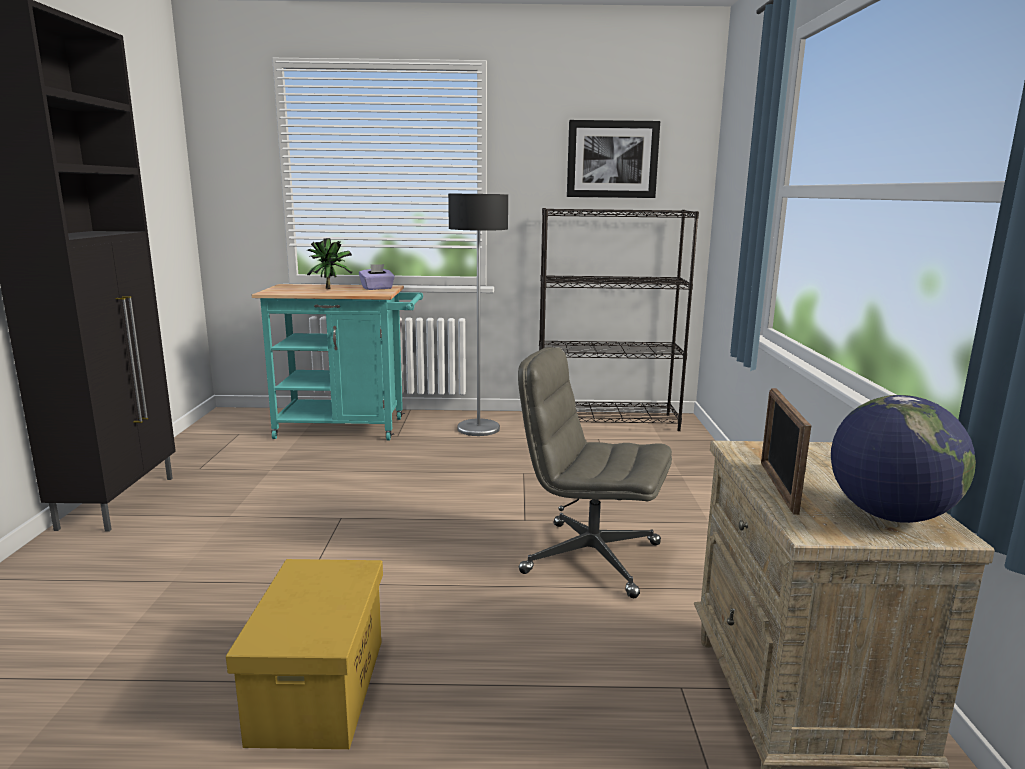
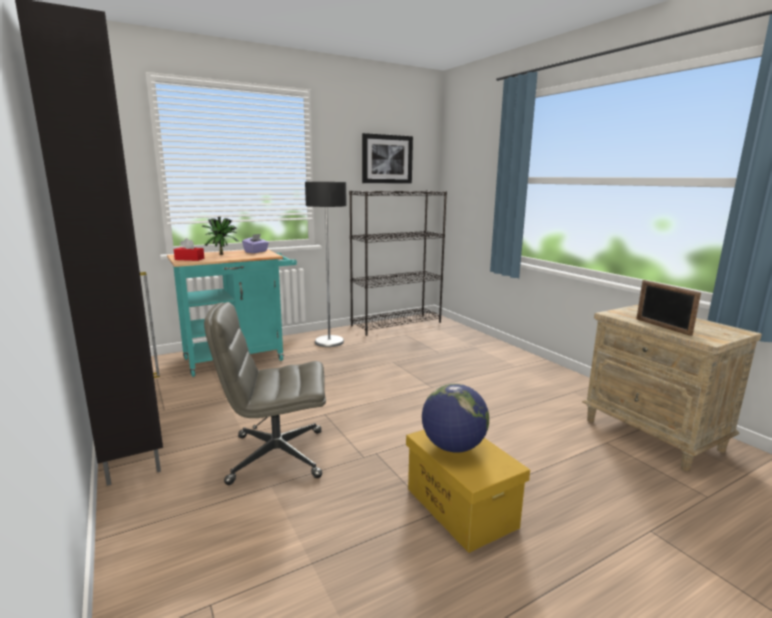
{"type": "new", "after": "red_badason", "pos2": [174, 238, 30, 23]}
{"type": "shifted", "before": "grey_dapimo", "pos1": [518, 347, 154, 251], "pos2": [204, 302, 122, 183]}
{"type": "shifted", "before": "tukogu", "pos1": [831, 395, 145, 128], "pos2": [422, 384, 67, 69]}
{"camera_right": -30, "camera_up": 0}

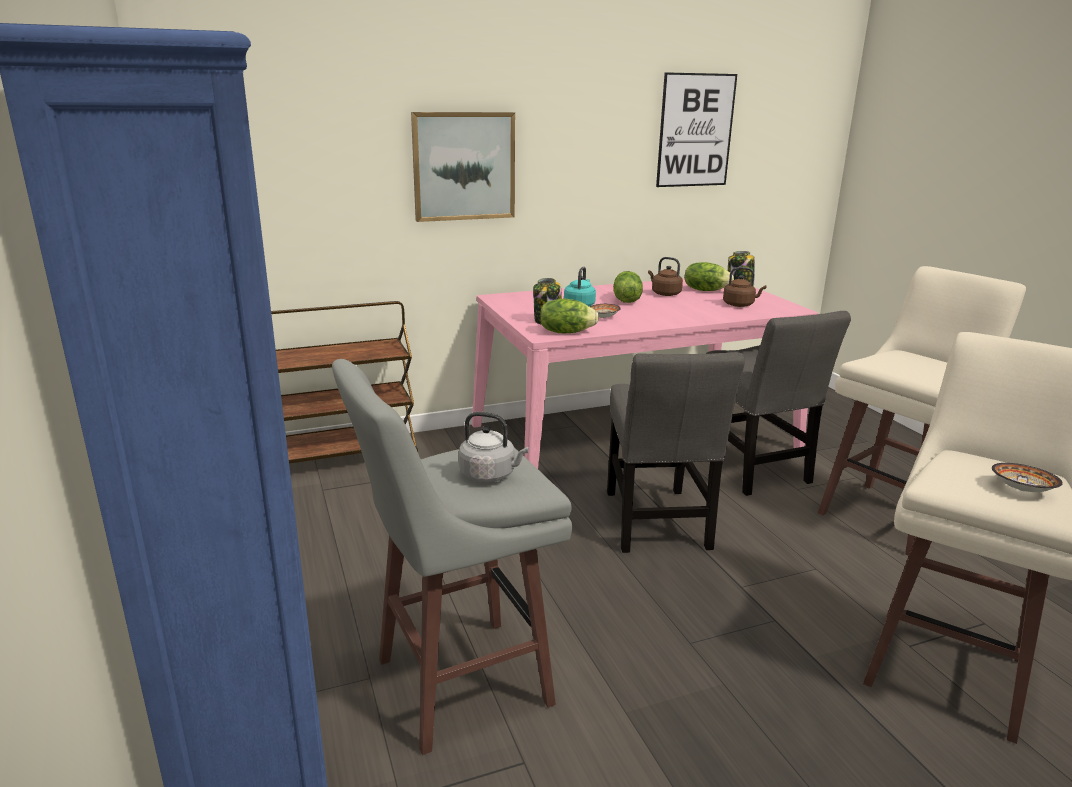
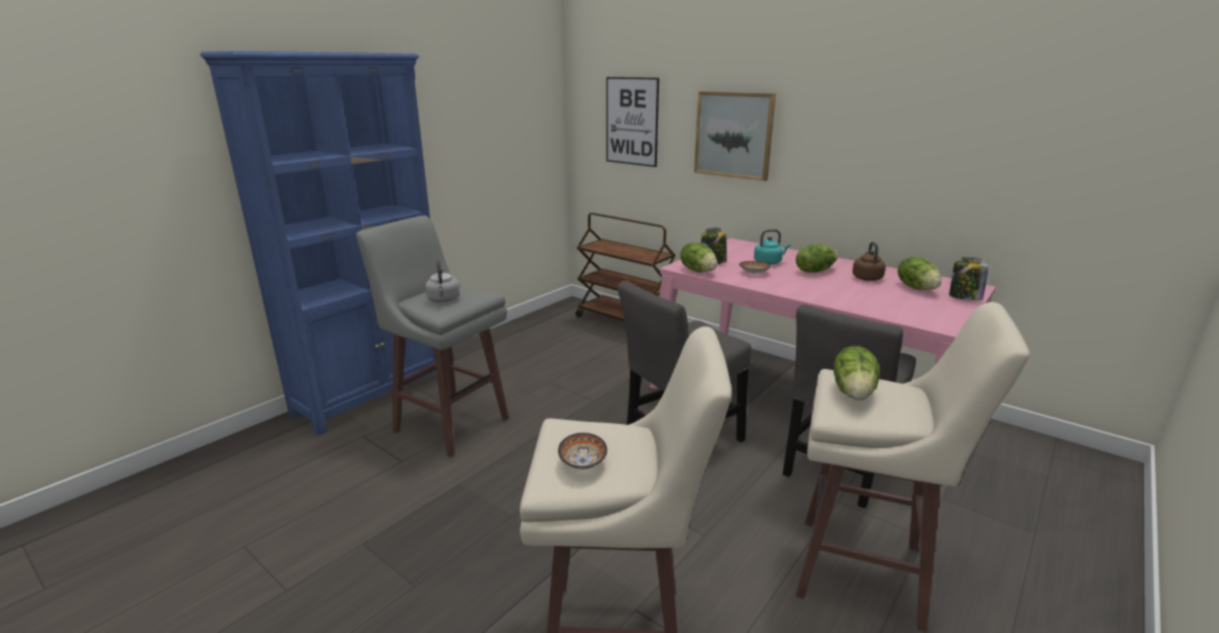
{"type": "shifted", "before": "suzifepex", "pos1": [656, 72, 81, 115], "pos2": [606, 77, 53, 90]}
{"type": "new", "after": "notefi", "pos2": [834, 346, 46, 54]}
{"type": "gone", "before": "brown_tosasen", "pos1": [723, 267, 43, 40]}
{"camera_right": 60, "camera_up": 0}

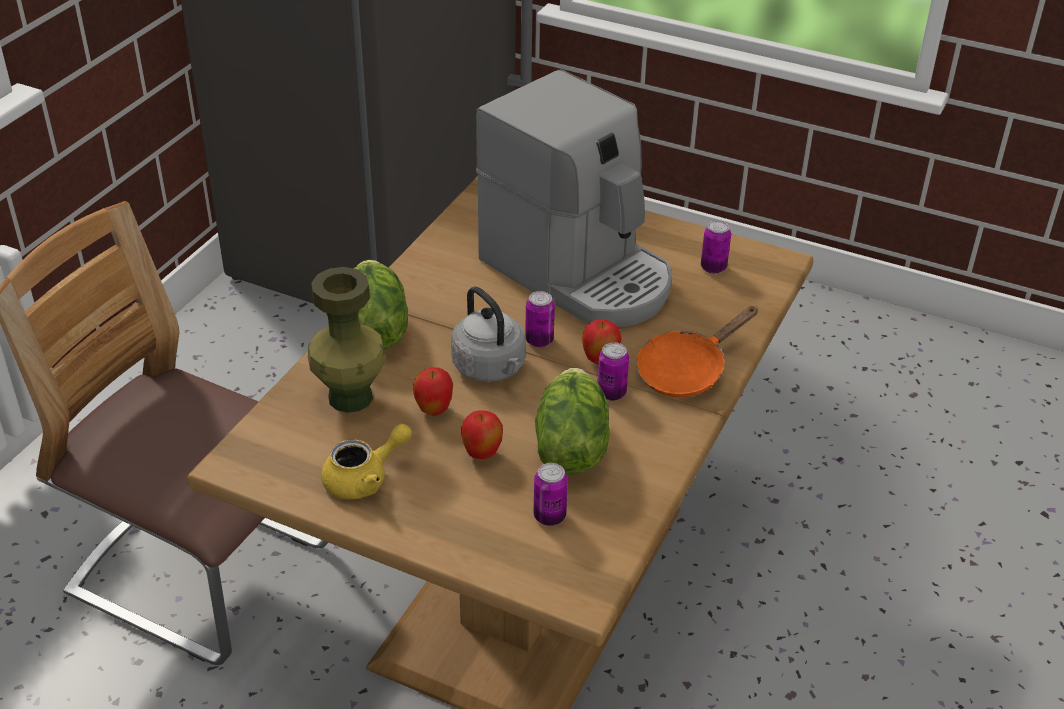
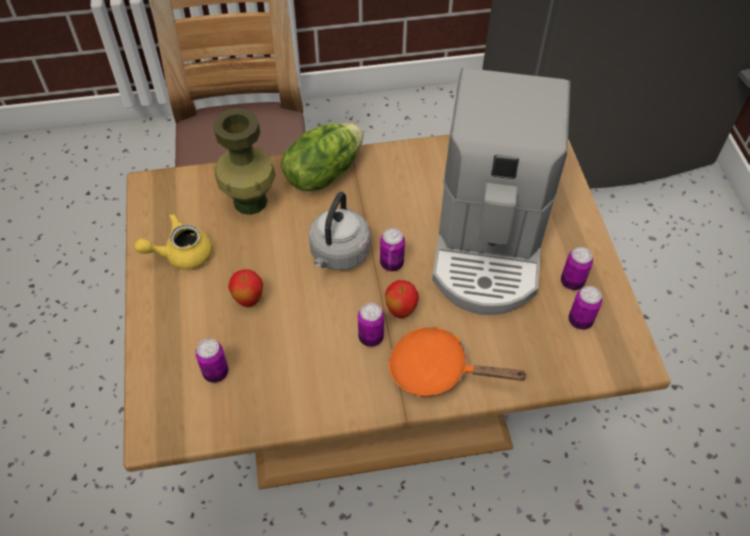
{"type": "rotated", "before": "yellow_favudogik", "pos1": [321, 424, 91, 75], "pos2": [135, 213, 78, 57], "turn": 135}
{"type": "new", "after": "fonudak", "pos2": [561, 247, 32, 43]}
{"type": "gone", "before": "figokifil", "pos1": [413, 367, 40, 49]}
{"type": "gone", "before": "notefi", "pos1": [535, 368, 75, 107]}
{"camera_right": 55, "camera_up": 15}

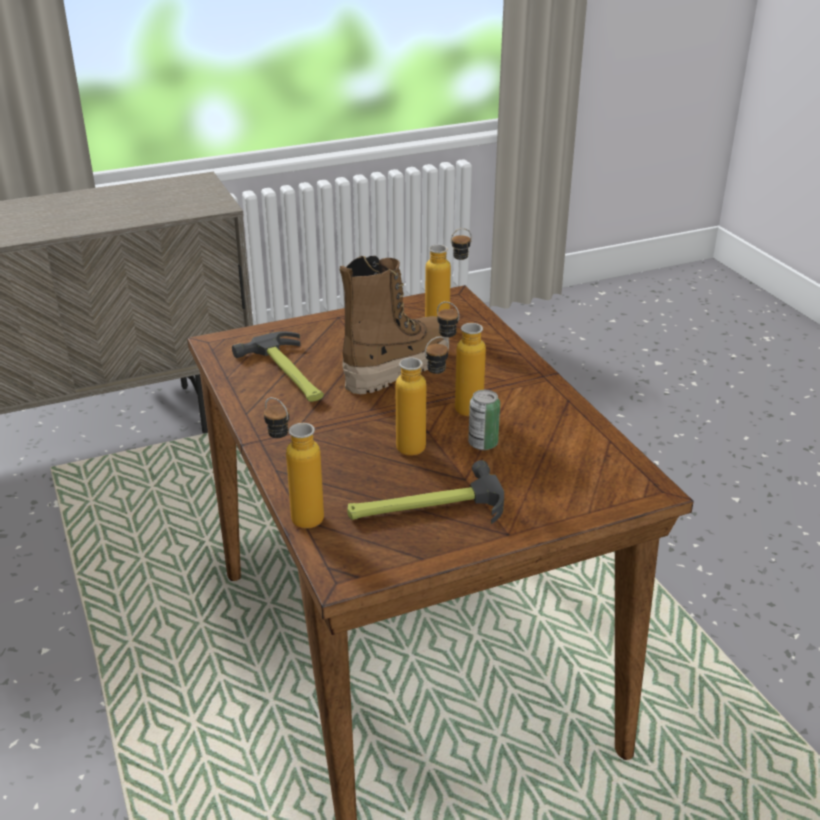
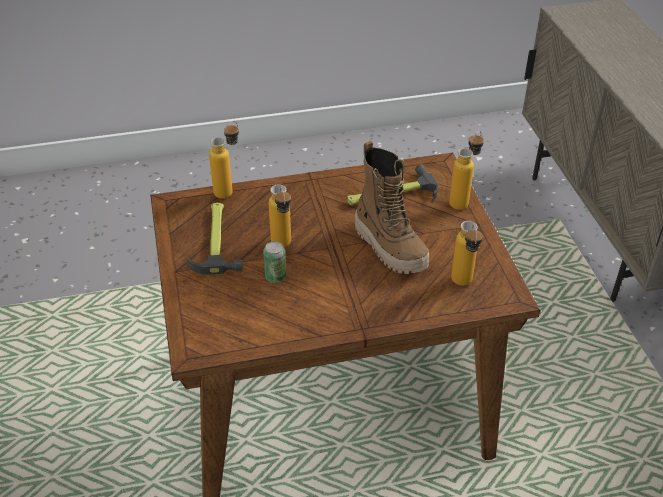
{"type": "shifted", "before": "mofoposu", "pos1": [437, 301, 49, 116], "pos2": [449, 131, 35, 79]}
{"camera_right": 100, "camera_up": 10}

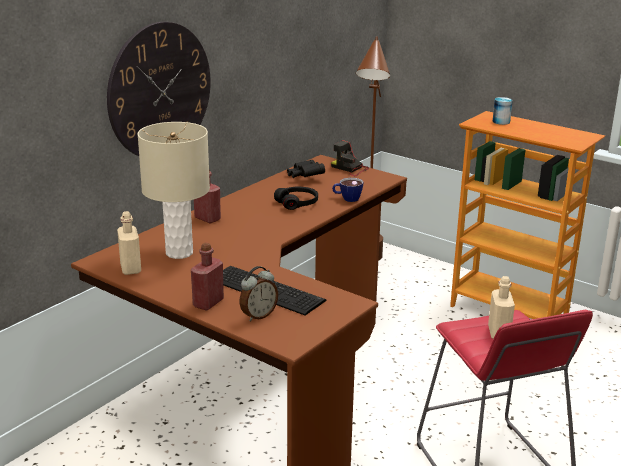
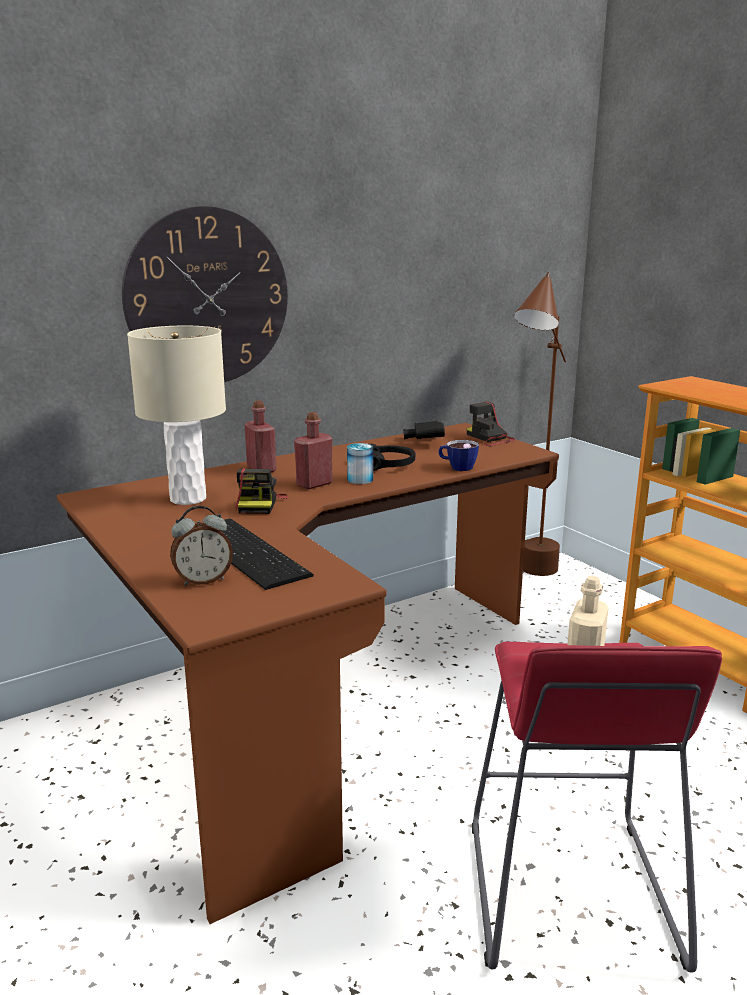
{"type": "new", "after": "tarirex", "pos2": [235, 468, 53, 46]}
{"type": "shifted", "before": "red_mofoposu", "pos1": [191, 243, 33, 68], "pos2": [294, 412, 39, 77]}
{"type": "shifted", "before": "fonudak", "pos1": [493, 97, 20, 28], "pos2": [347, 443, 26, 41]}
{"type": "gone", "before": "beige_mofoposu", "pos1": [117, 211, 24, 64]}
{"camera_right": 20, "camera_up": -5}

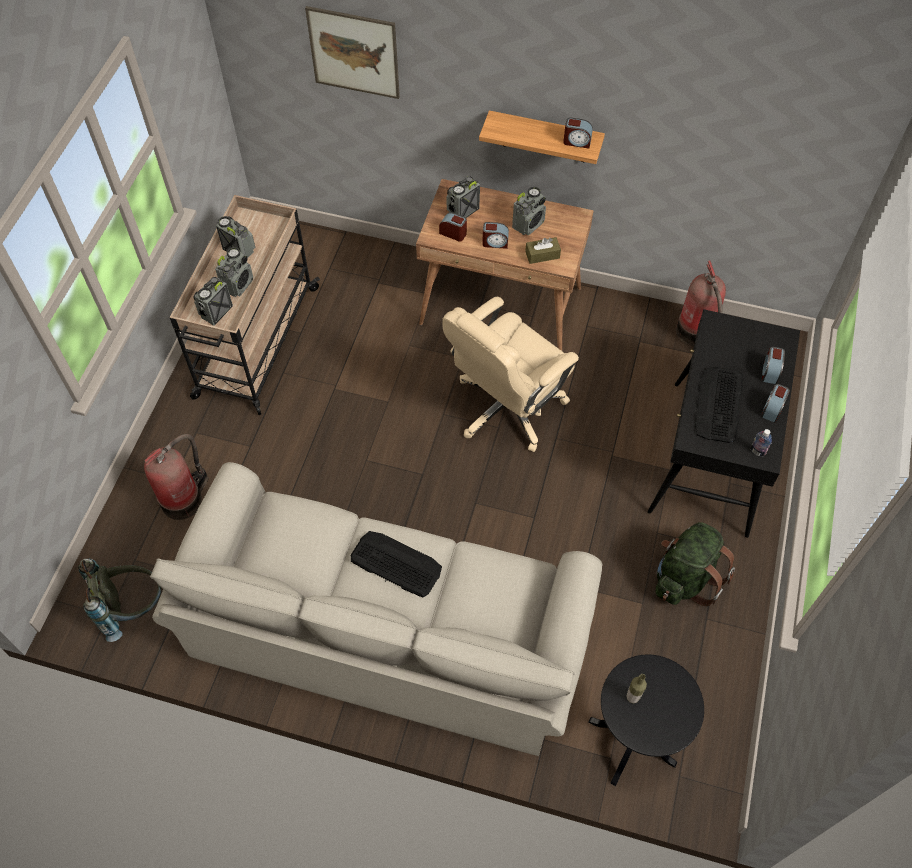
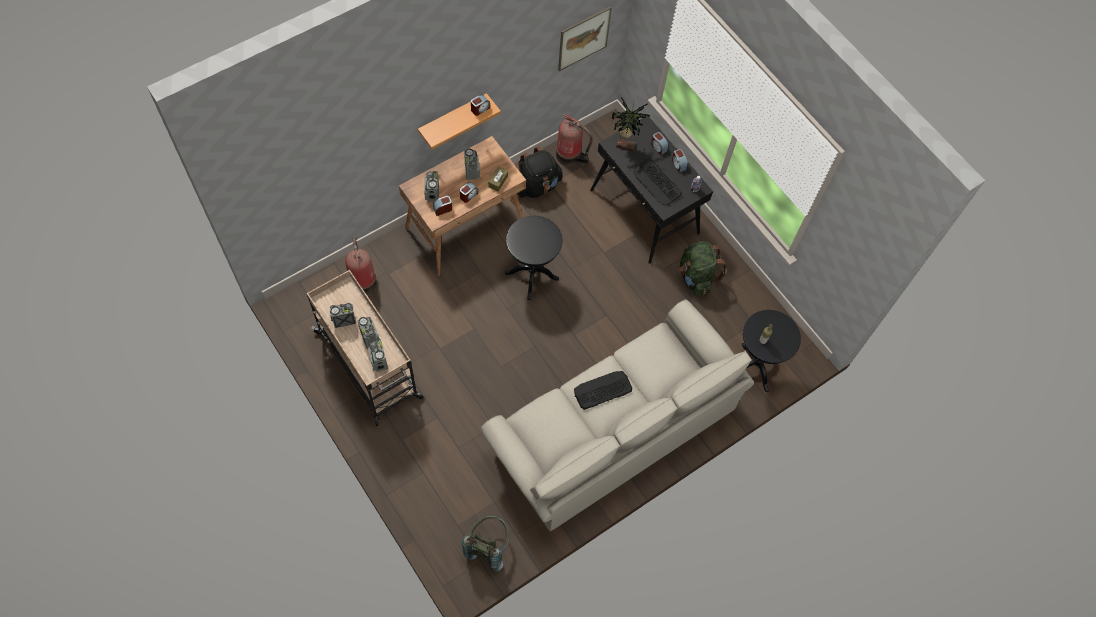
{"type": "shifted", "before": "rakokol", "pos1": [144, 434, 64, 86], "pos2": [345, 237, 32, 58]}
{"type": "swapped", "before": "beige_dapimo", "after": "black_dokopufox", "pos1": [442, 297, 137, 155], "pos2": [505, 216, 57, 84]}
{"type": "new", "after": "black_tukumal", "pos2": [517, 146, 45, 52]}
{"type": "shifted", "before": "suzifepex", "pos1": [305, 6, 95, 93], "pos2": [558, 6, 54, 65]}
{"type": "new", "after": "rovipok", "pos2": [612, 97, 38, 55]}
{"camera_right": -55, "camera_up": 5}

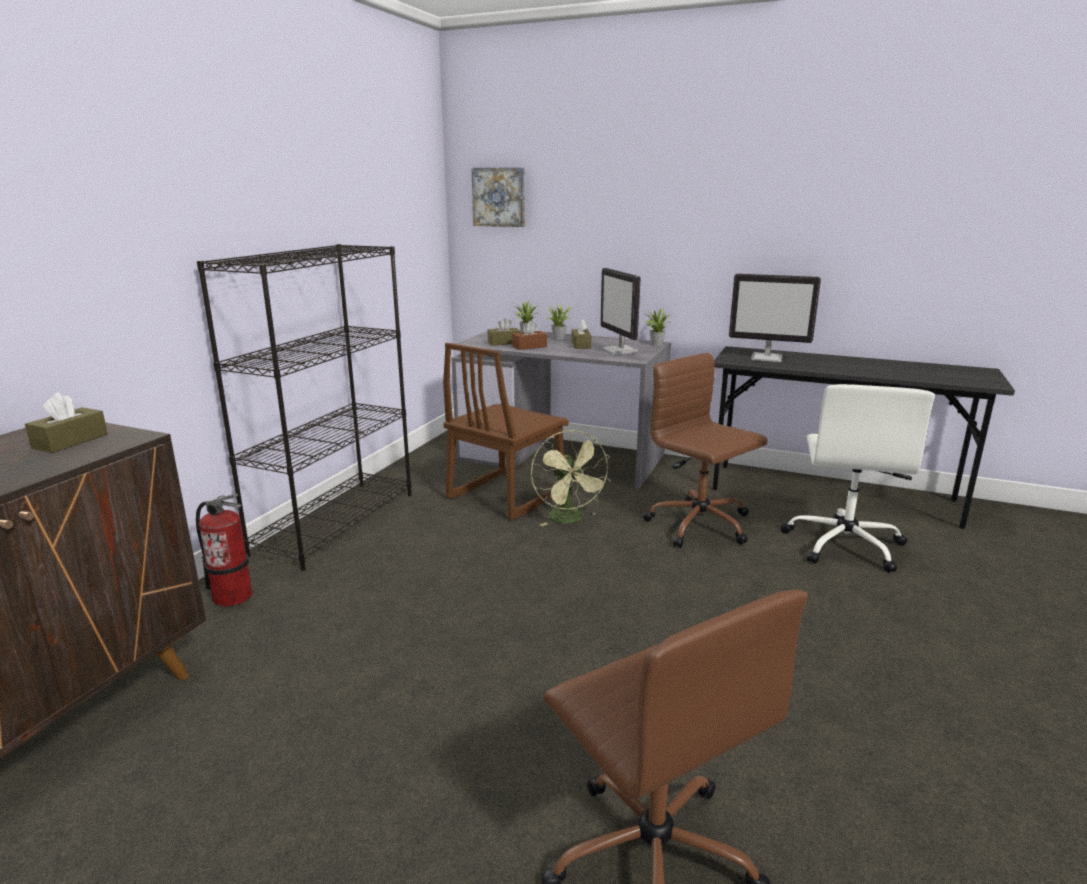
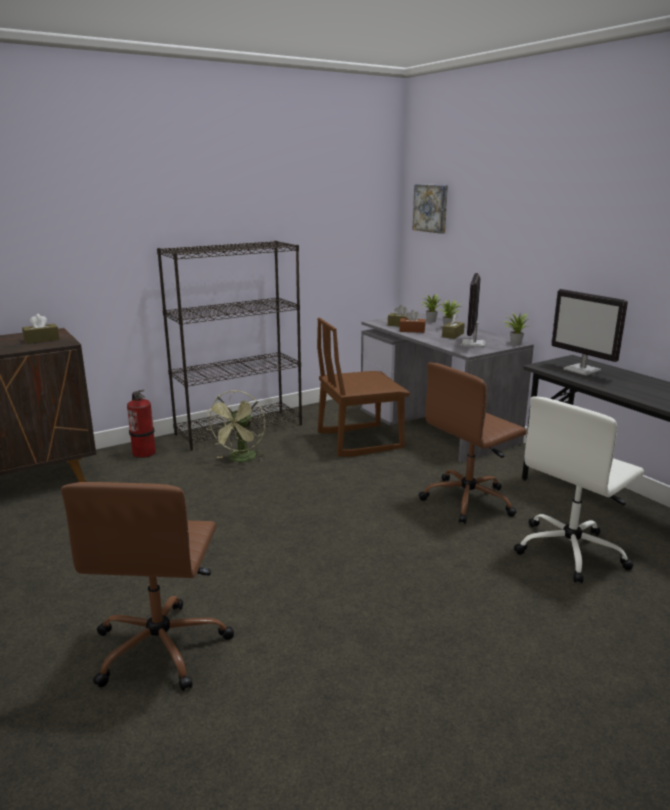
{"type": "shifted", "before": "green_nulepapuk", "pos1": [531, 430, 80, 96], "pos2": [206, 390, 60, 72]}
{"type": "rotated", "before": "brown_dapimo", "pos1": [643, 353, 124, 195], "pos2": [419, 362, 108, 162], "turn": -120}
{"camera_right": 35, "camera_up": 0}

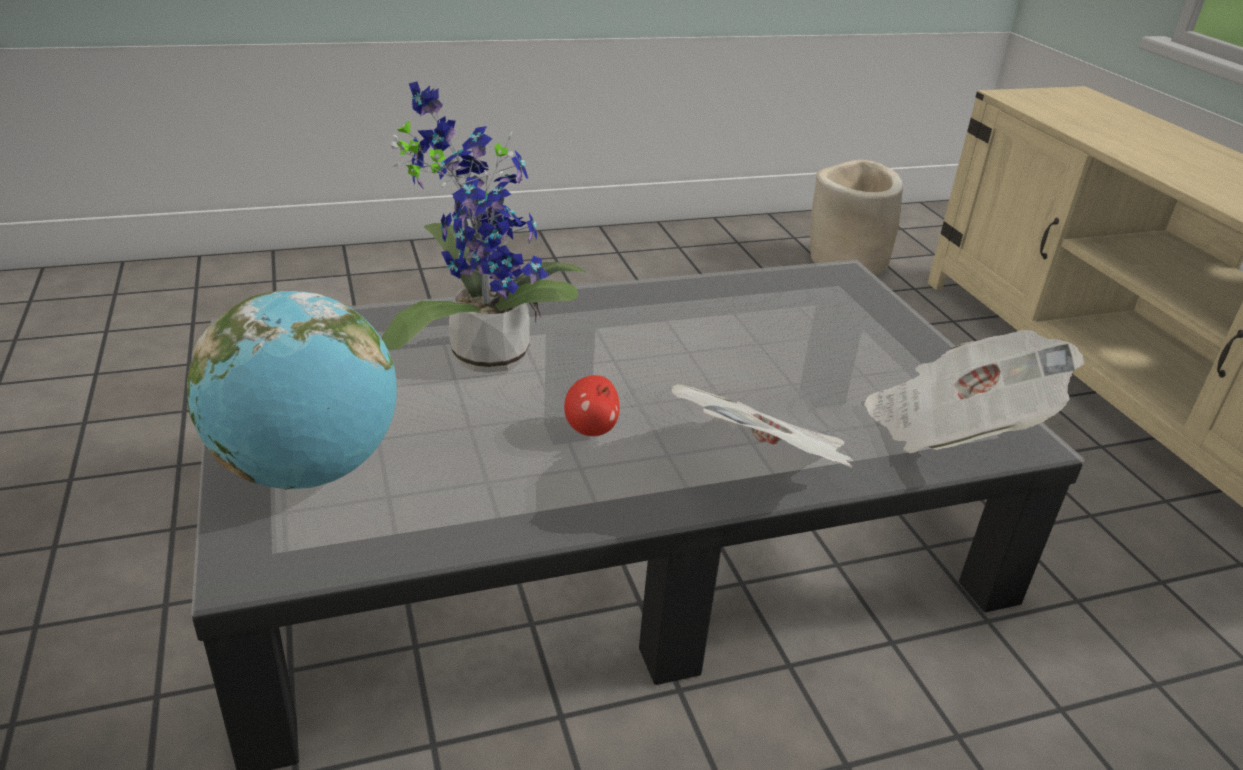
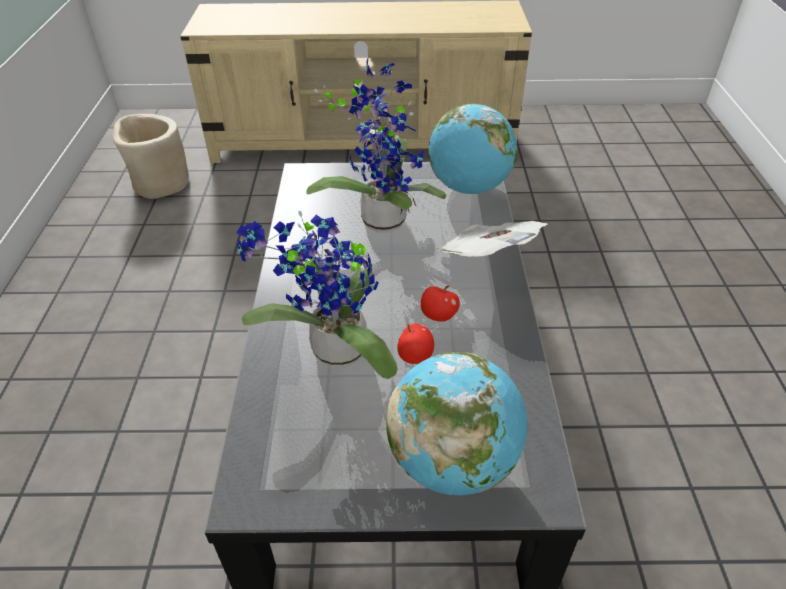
{"type": "new", "after": "rovipok", "pos2": [306, 58, 140, 175]}
{"type": "new", "after": "figokifil", "pos2": [397, 324, 37, 40]}
{"type": "swapped", "before": "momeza", "after": "tukogu", "pos1": [864, 330, 221, 123], "pos2": [429, 103, 89, 91]}
{"camera_right": -70, "camera_up": 10}

